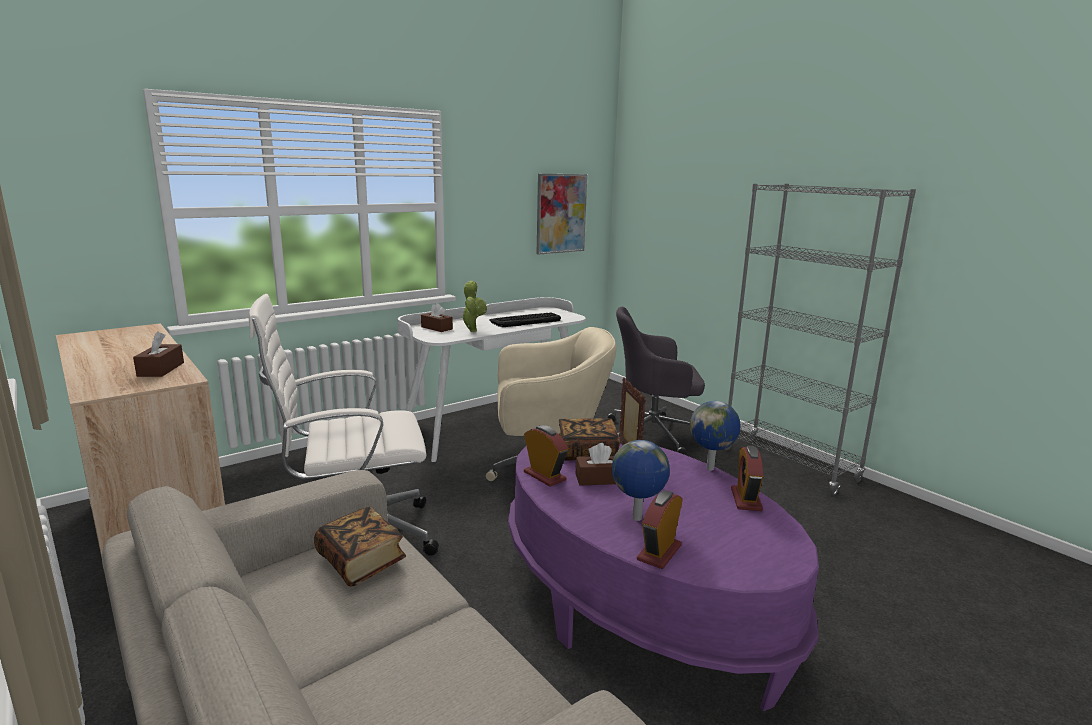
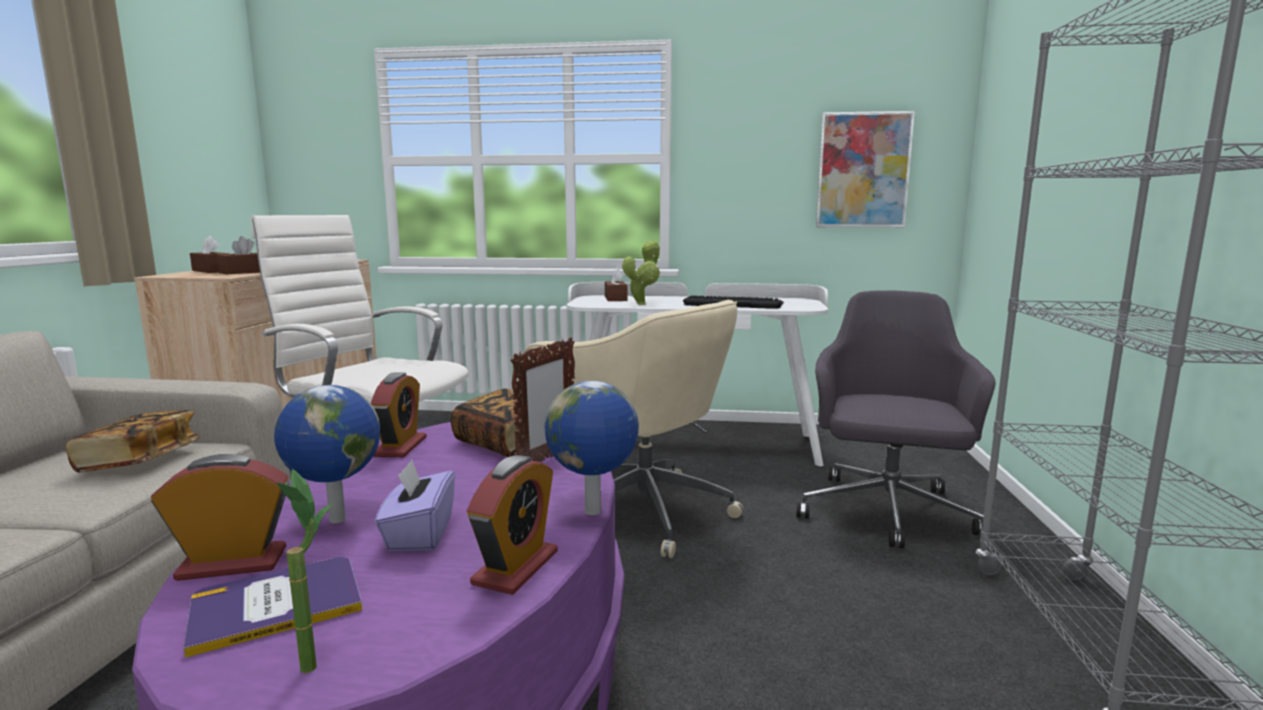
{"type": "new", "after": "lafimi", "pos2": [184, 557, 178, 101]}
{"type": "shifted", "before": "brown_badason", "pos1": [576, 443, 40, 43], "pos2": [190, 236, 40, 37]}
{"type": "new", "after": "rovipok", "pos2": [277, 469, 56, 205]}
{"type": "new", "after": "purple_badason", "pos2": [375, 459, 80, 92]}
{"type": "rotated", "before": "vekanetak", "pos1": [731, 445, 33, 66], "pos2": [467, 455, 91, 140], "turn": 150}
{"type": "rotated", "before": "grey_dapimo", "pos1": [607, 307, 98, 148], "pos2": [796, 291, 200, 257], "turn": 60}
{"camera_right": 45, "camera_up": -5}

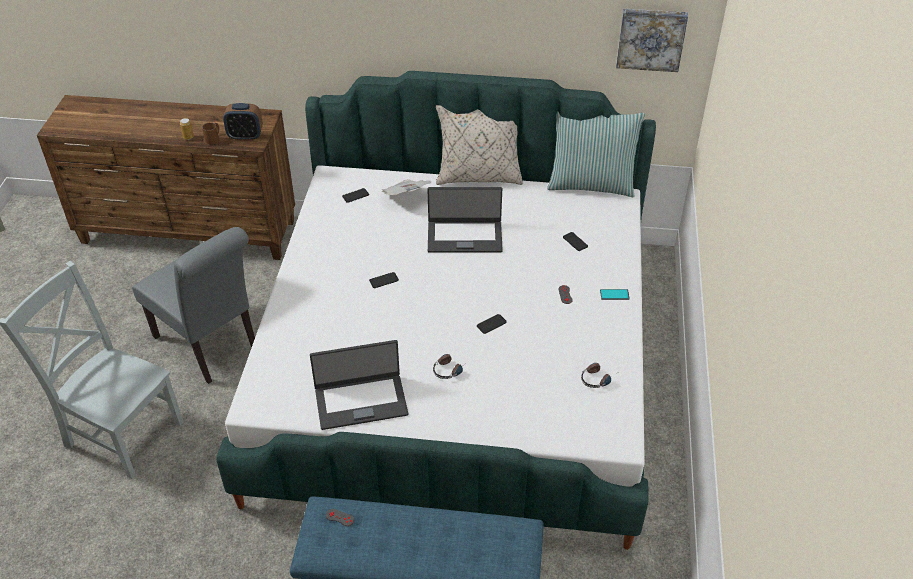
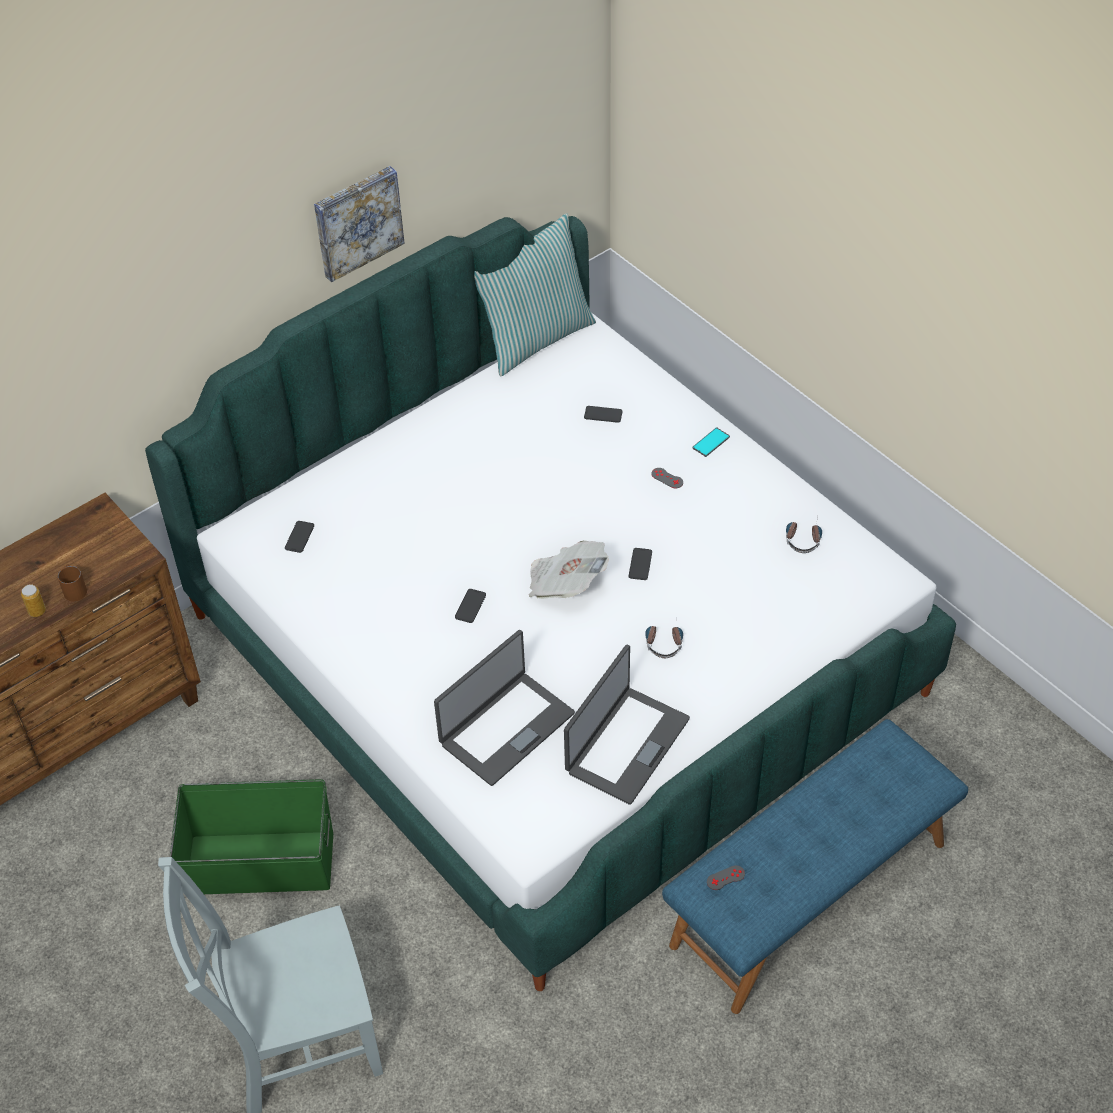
{"type": "swapped", "before": "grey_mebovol", "after": "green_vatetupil", "pos1": [132, 227, 123, 157], "pos2": [169, 779, 164, 115]}
{"type": "shifted", "before": "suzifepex", "pos1": [616, 9, 72, 63], "pos2": [314, 166, 91, 116]}
{"type": "shifted", "before": "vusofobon", "pos1": [428, 187, 75, 66], "pos2": [434, 630, 141, 156]}
{"type": "shifted", "before": "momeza", "pos1": [382, 179, 49, 16], "pos2": [529, 540, 80, 59]}
{"type": "gone", "before": "vekanetak", "pos1": [223, 103, 40, 37]}
{"type": "gone", "before": "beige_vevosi", "pos1": [436, 105, 87, 80]}
{"camera_right": -45, "camera_up": 5}

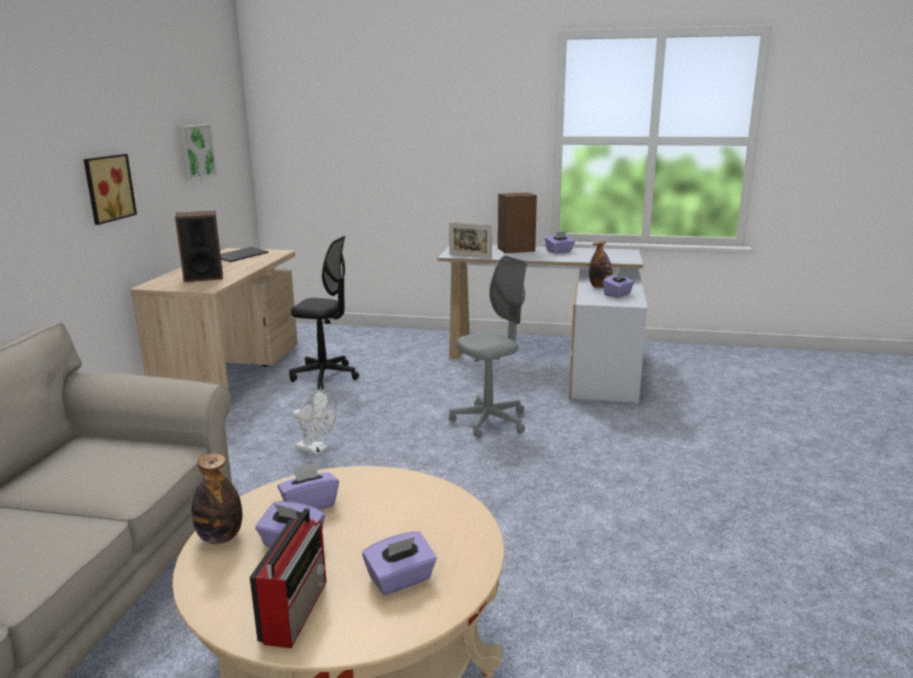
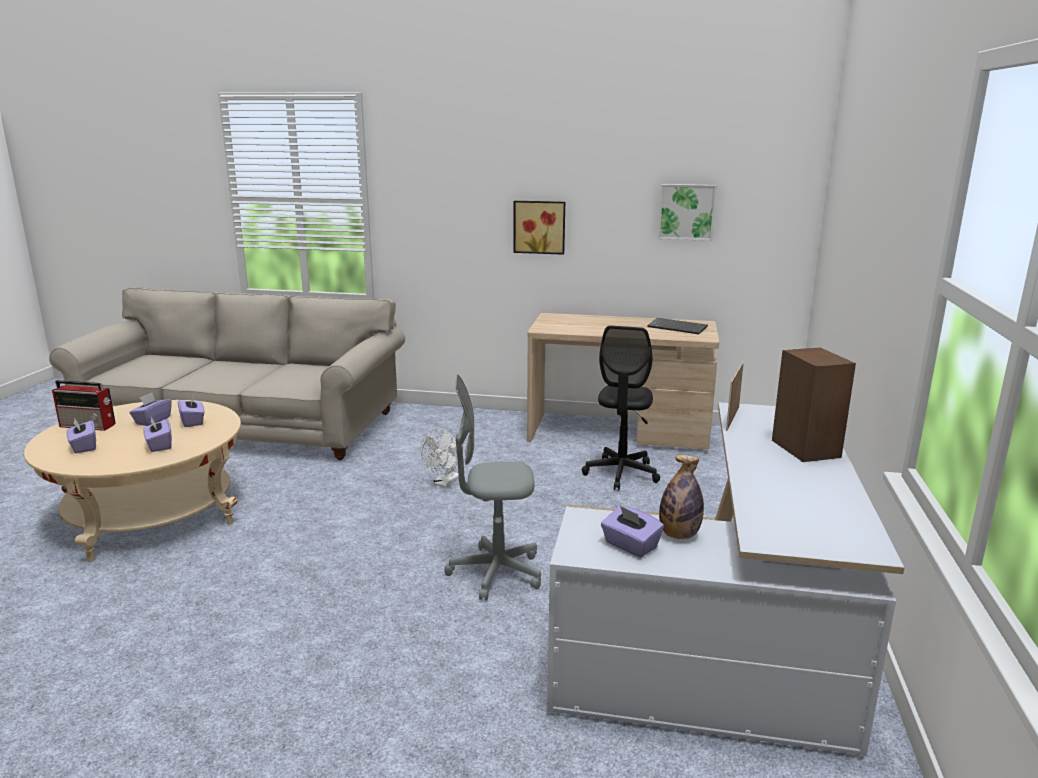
{"type": "shifted", "before": "purple_badason", "pos1": [545, 231, 30, 22], "pos2": [143, 417, 29, 35]}
{"type": "rotated", "before": "grey_dapimo", "pos1": [449, 255, 78, 184], "pos2": [444, 375, 97, 226], "turn": 120}
{"type": "gone", "before": "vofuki", "pos1": [175, 211, 48, 71]}
{"type": "gone", "before": "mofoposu", "pos1": [191, 453, 51, 91]}
{"camera_right": 90, "camera_up": 0}

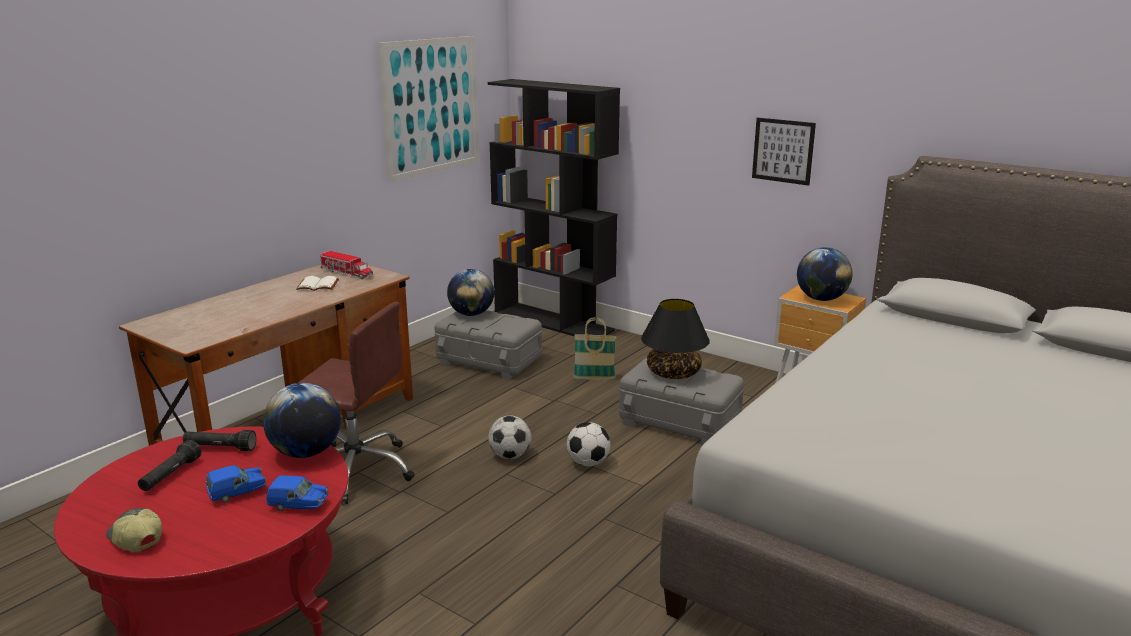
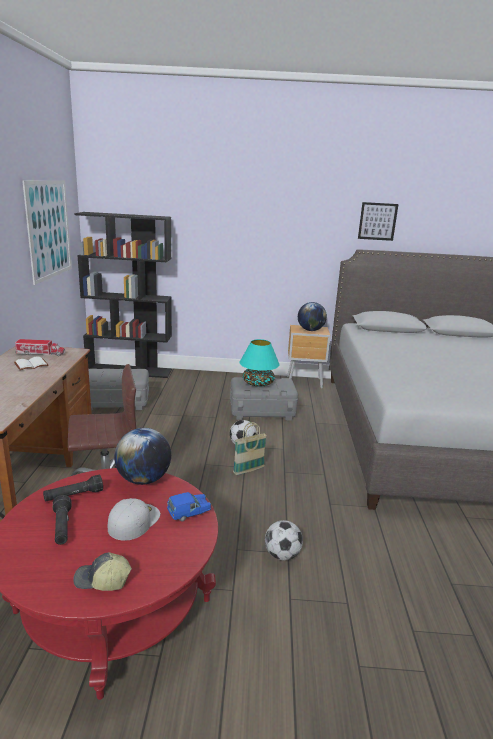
{"type": "swapped", "before": "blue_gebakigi", "after": "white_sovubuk", "pos1": [206, 465, 60, 38], "pos2": [108, 498, 52, 43]}
{"type": "shifted", "before": "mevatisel", "pos1": [573, 317, 43, 63], "pos2": [233, 422, 34, 53]}
{"type": "repainted", "before": "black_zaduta", "after": "turquoise_zaduta", "pos1": [641, 299, 69, 80], "pos2": [239, 339, 41, 47]}
{"type": "shifted", "before": "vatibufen", "pos1": [488, 415, 44, 44], "pos2": [265, 520, 38, 40]}
{"type": "shifted", "before": "suzifepex", "pos1": [752, 118, 64, 68], "pos2": [358, 202, 41, 39]}
{"type": "gone", "before": "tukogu", "pos1": [447, 269, 47, 47]}
{"camera_right": -35, "camera_up": 0}

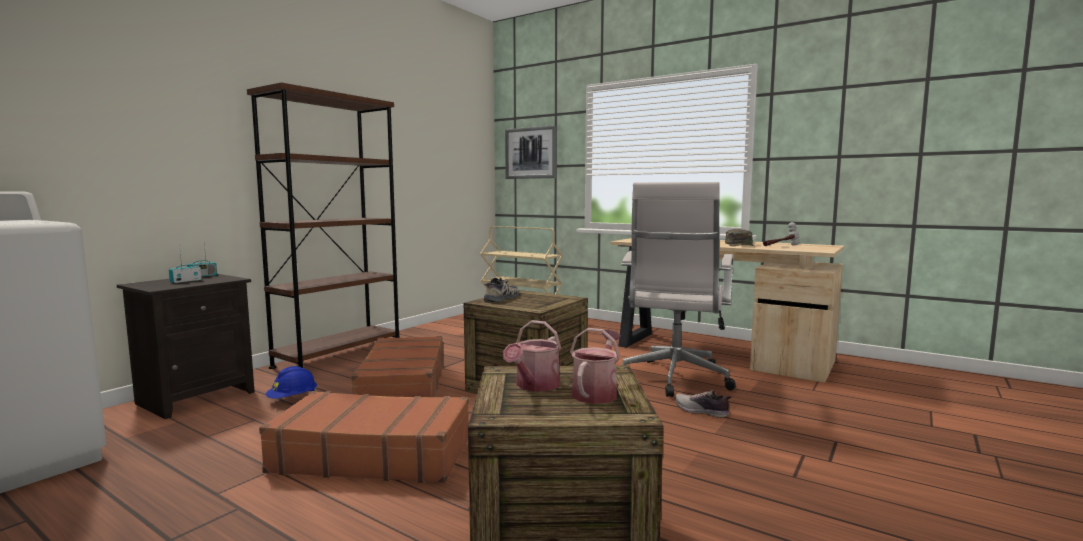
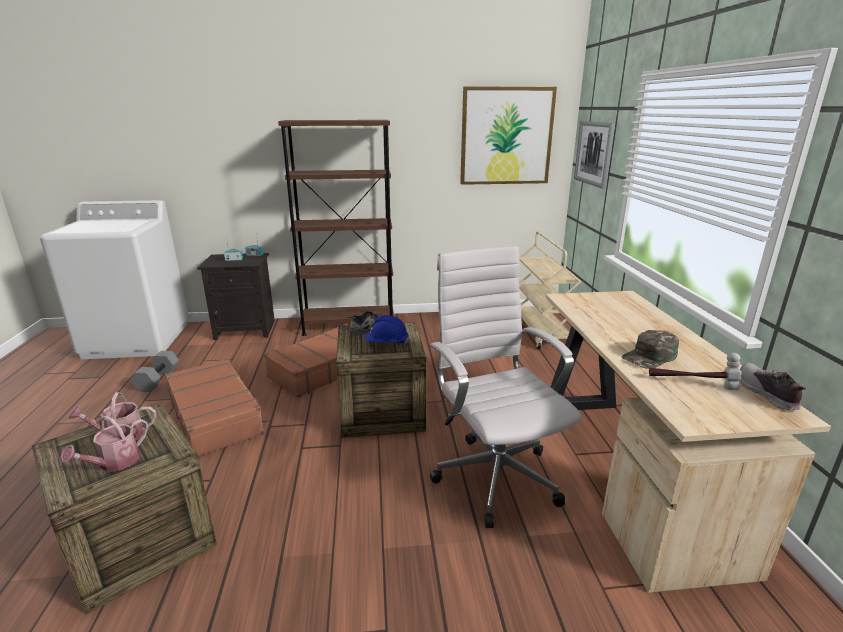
{"type": "rotated", "before": "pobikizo", "pos1": [570, 328, 51, 76], "pos2": [60, 416, 88, 56], "turn": 135}
{"type": "new", "after": "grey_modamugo", "pos2": [131, 351, 48, 41]}
{"type": "shifted", "before": "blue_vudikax", "pos1": [266, 366, 51, 33], "pos2": [365, 315, 44, 29]}
{"type": "rotated", "before": "white_dapimo", "pos1": [621, 182, 115, 215], "pos2": [430, 246, 151, 282], "turn": 90}
{"type": "new", "after": "suzifepex", "pos2": [460, 86, 97, 99]}
{"type": "shifted", "before": "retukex", "pos1": [675, 390, 57, 28], "pos2": [740, 363, 66, 47]}
{"camera_right": 50, "camera_up": 15}

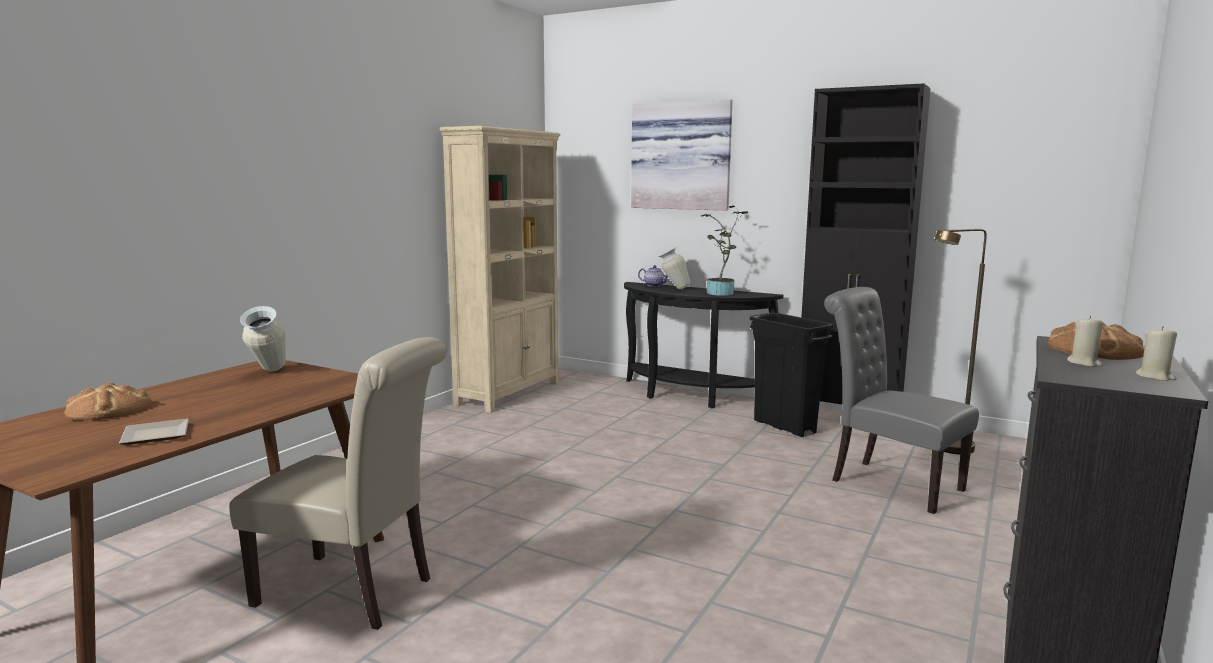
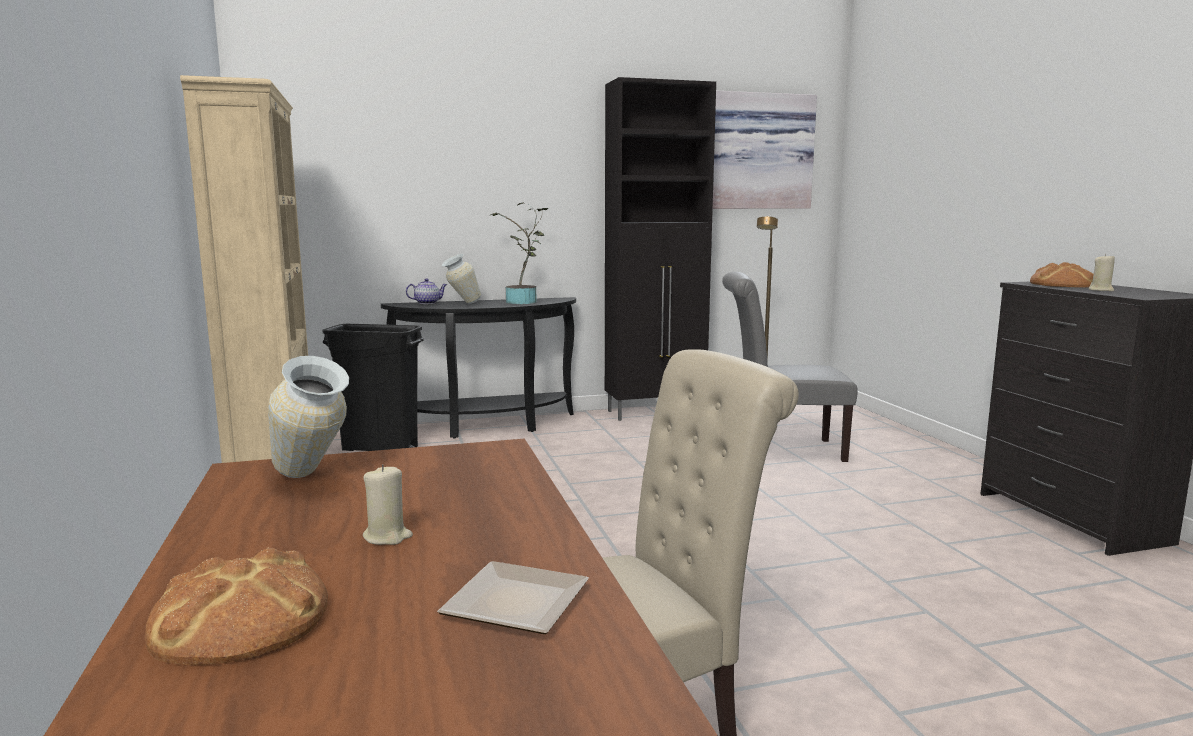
{"type": "shifted", "before": "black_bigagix", "pos1": [750, 313, 83, 124], "pos2": [322, 324, 102, 127]}
{"type": "shifted", "before": "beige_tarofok", "pos1": [1136, 326, 41, 55], "pos2": [363, 464, 50, 81]}
{"type": "shifted", "before": "suzifepex", "pos1": [631, 99, 102, 111], "pos2": [713, 91, 104, 118]}
{"camera_right": -45, "camera_up": 0}

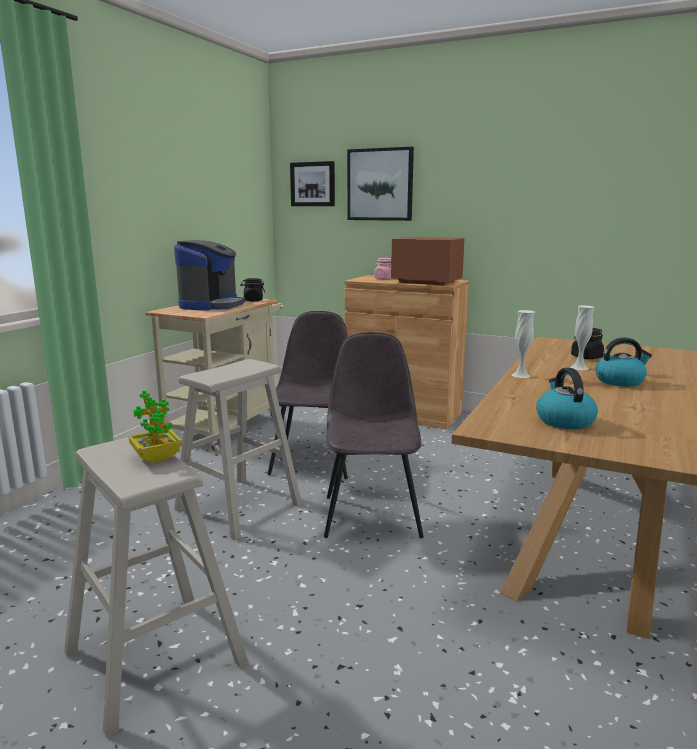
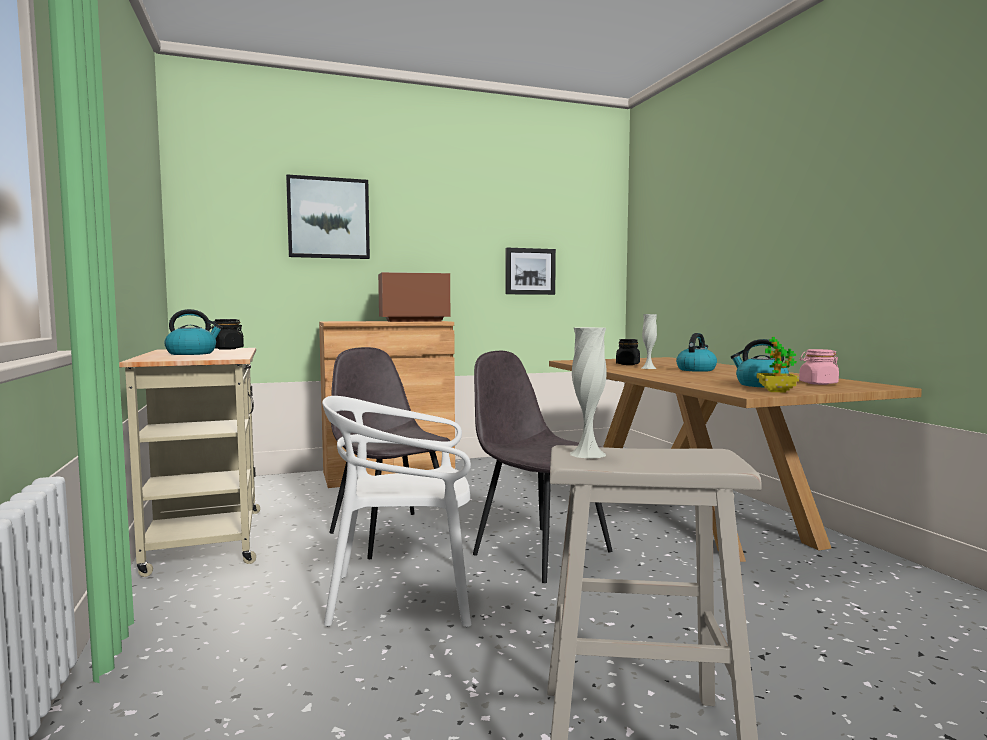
{"type": "swapped", "before": "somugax", "after": "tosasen", "pos1": [174, 240, 72, 71], "pos2": [164, 309, 59, 46]}
{"type": "swapped", "before": "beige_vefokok", "after": "white_mebovol", "pos1": [174, 359, 128, 182], "pos2": [322, 396, 149, 231]}
{"type": "shifted", "before": "suzifepex", "pos1": [290, 161, 45, 45], "pos2": [505, 248, 51, 47]}
{"type": "shifted", "before": "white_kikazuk", "pos1": [512, 310, 23, 68], "pos2": [570, 327, 37, 132]}
{"type": "shifted", "before": "rovipok", "pos1": [129, 390, 53, 73], "pos2": [757, 337, 42, 55]}
{"type": "shifted", "before": "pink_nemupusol", "pos1": [374, 258, 17, 22], "pos2": [799, 349, 40, 36]}
{"camera_right": -45, "camera_up": -10}

